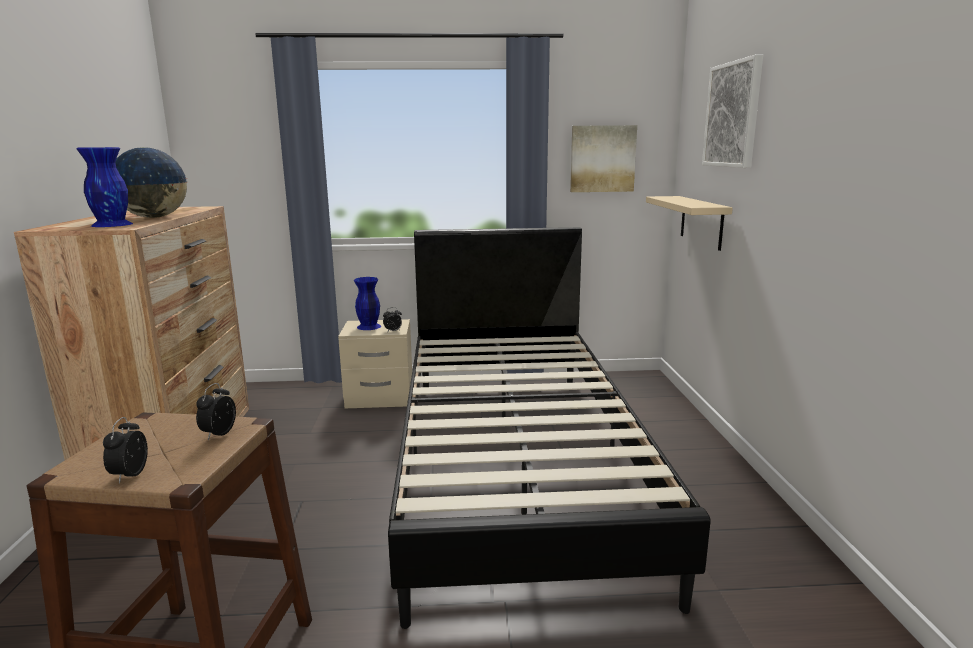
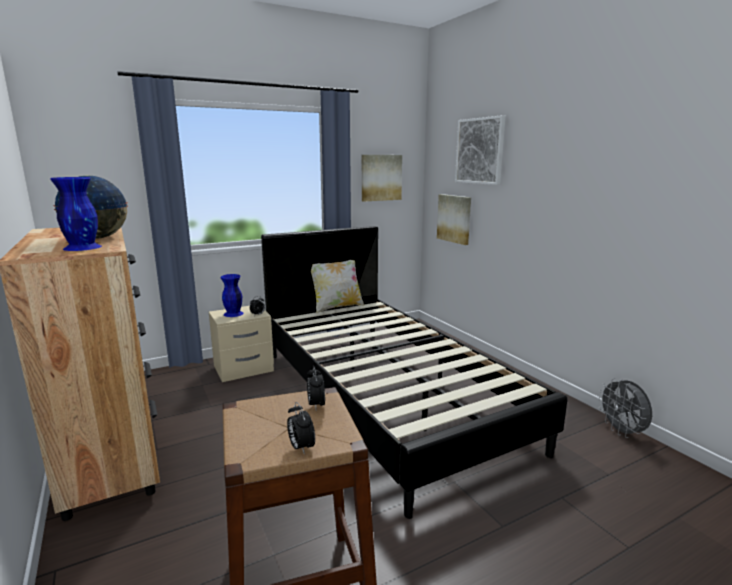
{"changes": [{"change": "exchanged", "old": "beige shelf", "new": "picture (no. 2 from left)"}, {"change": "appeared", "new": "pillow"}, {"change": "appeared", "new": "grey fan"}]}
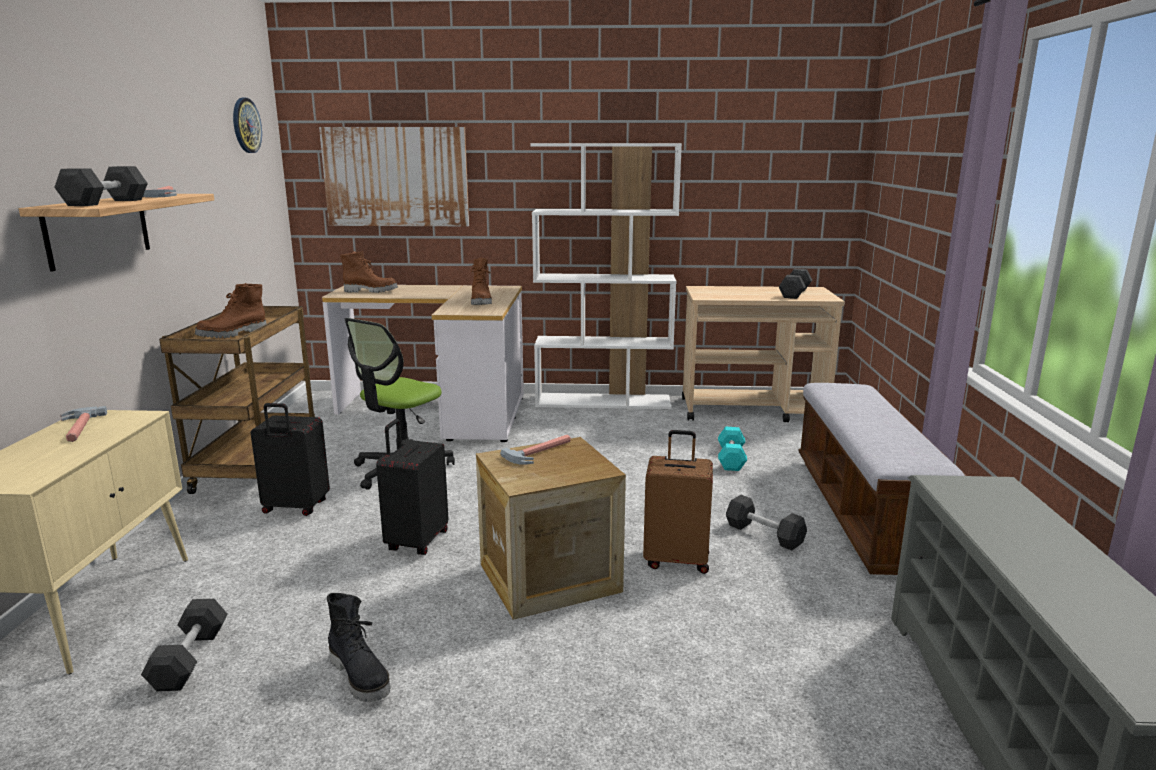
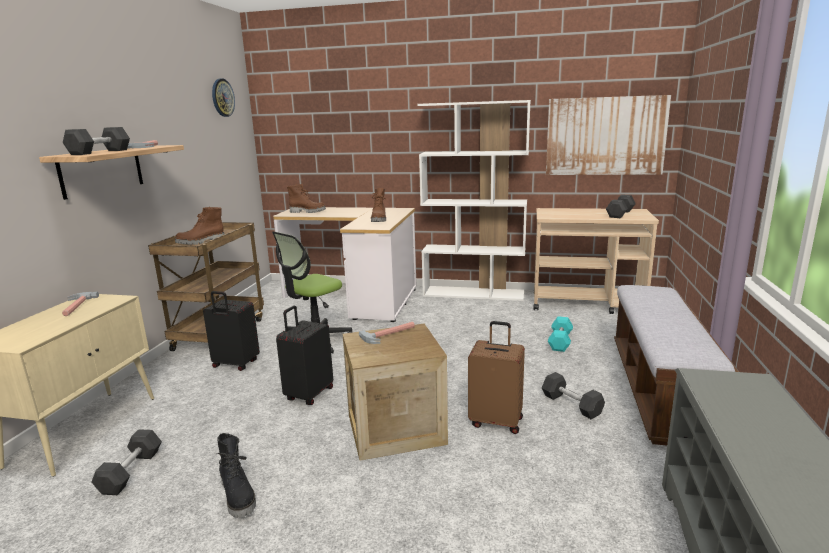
{"changes": [{"change": "relocated", "old": "picture"}]}
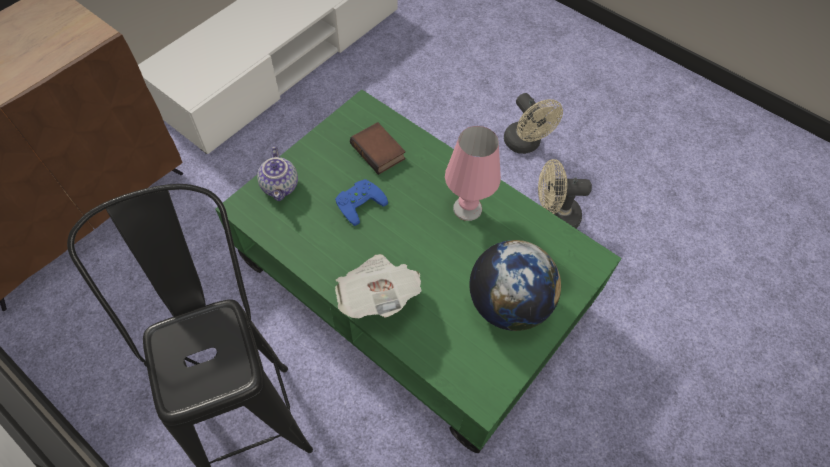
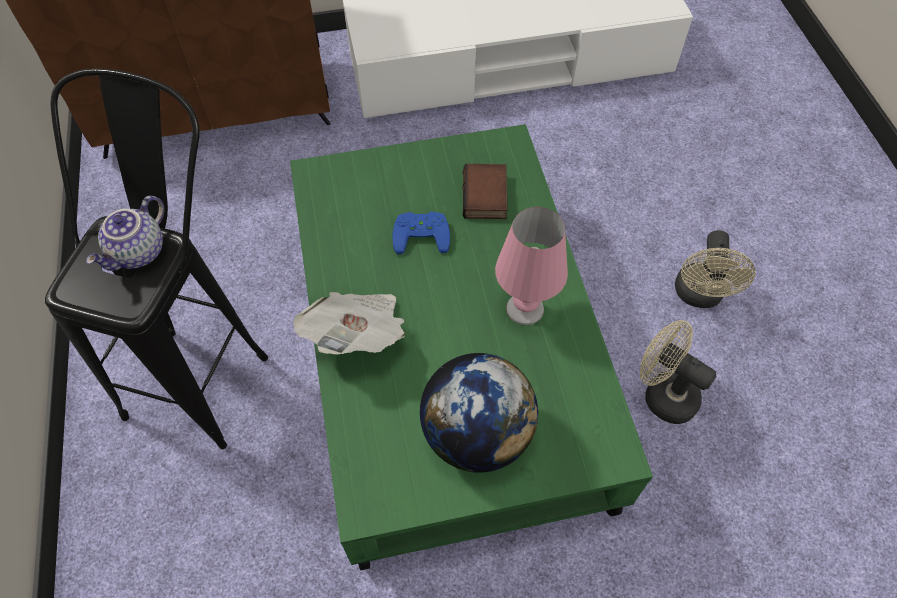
{"changes": [{"change": "relocated", "old": "teapot"}]}
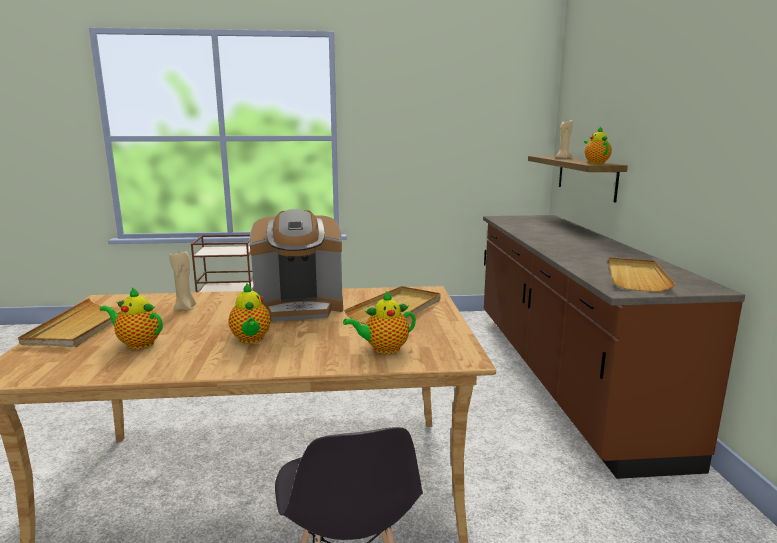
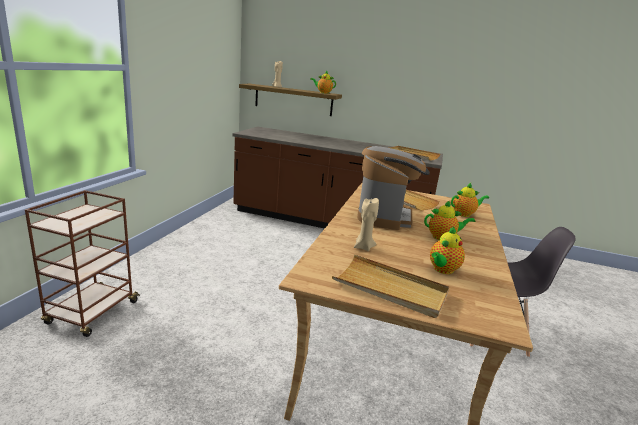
{"changes": [{"change": "spun", "old": "teapot (no. 3 from left in the first image)", "degrees": -105}]}
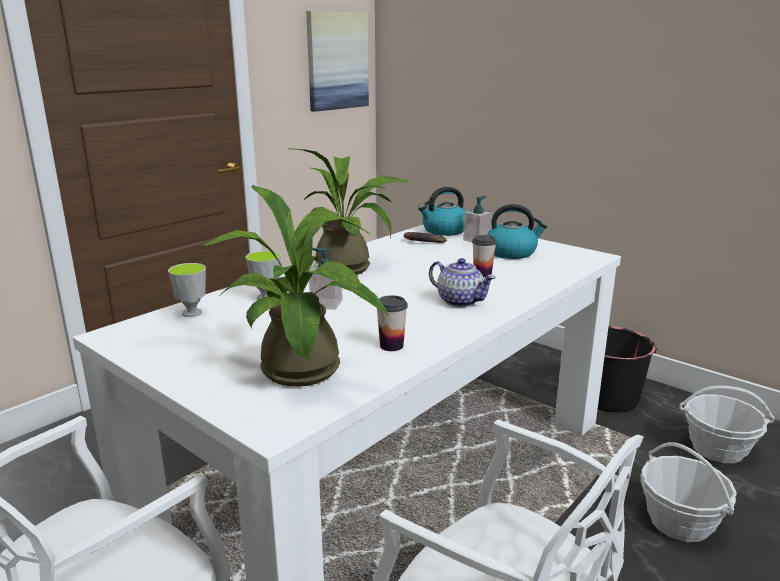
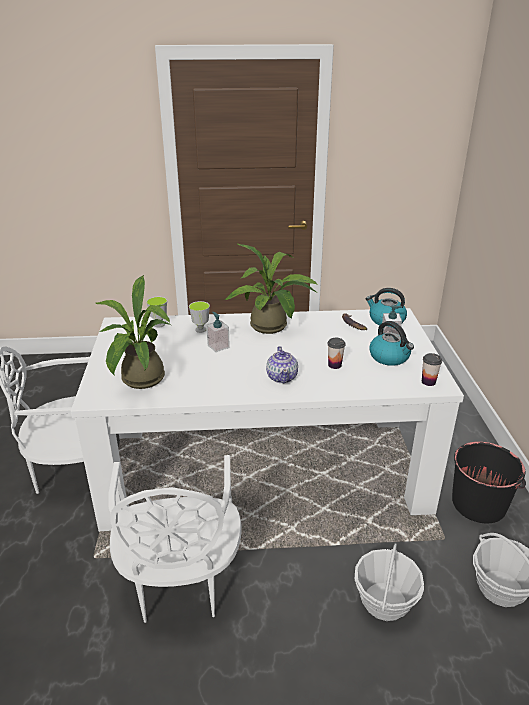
{"changes": [{"change": "missing", "old": "picture"}, {"change": "relocated", "old": "cup (no. 3 from left in the first image)", "new": "cup (no. 4 from left)"}]}
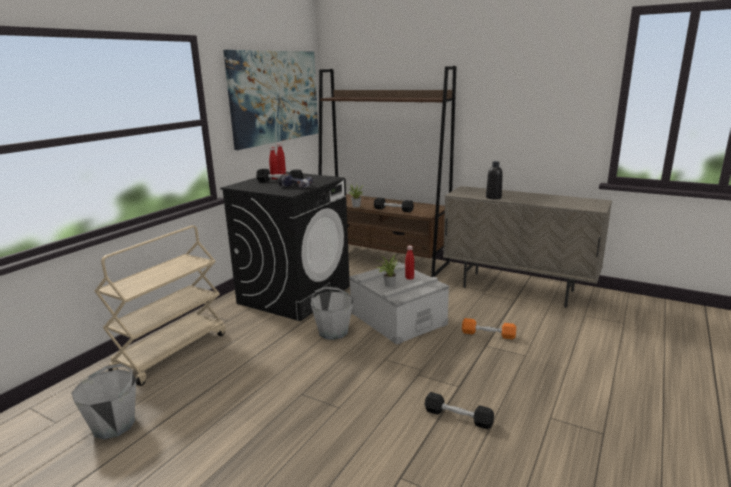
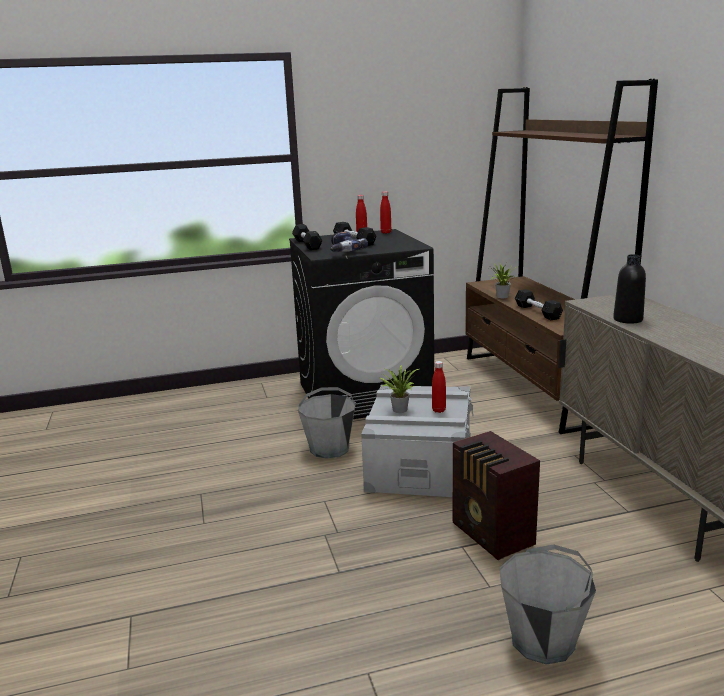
{"changes": [{"change": "missing", "old": "picture"}, {"change": "missing", "old": "beige cart"}, {"change": "exchanged", "old": "orange dumbbell", "new": "radio"}, {"change": "relocated", "old": "grey bucket (no. 1 from left in the first image)", "new": "grey bucket (no. 2 from left)"}, {"change": "relocated", "old": "black dumbbell (no. 3 from left in the first image)", "new": "black dumbbell (no. 1 from left)"}]}
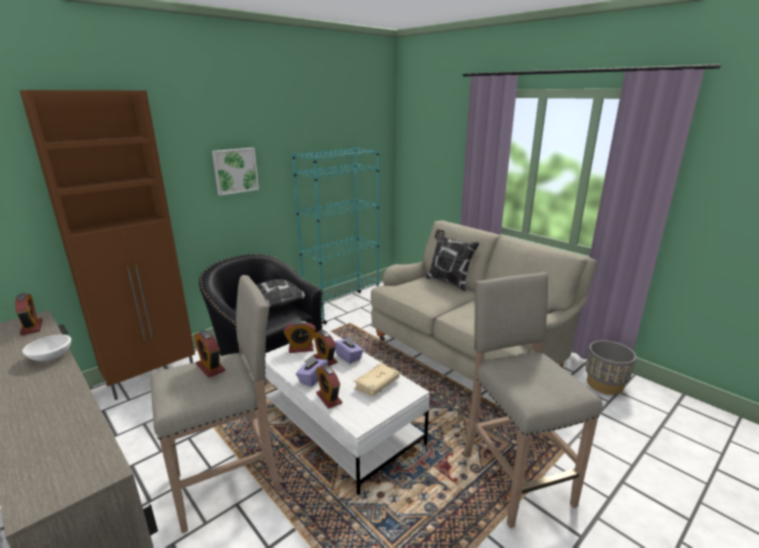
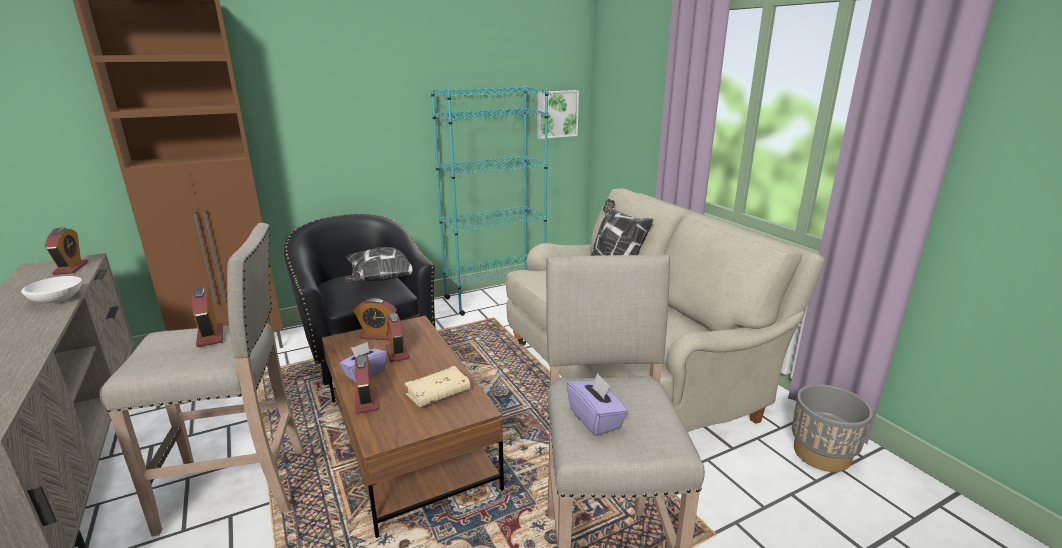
{"changes": [{"change": "relocated", "old": "picture"}, {"change": "colour", "old": "white coffee table", "new": "brown coffee table"}, {"change": "relocated", "old": "purple tissue box (no. 2 from left)"}]}
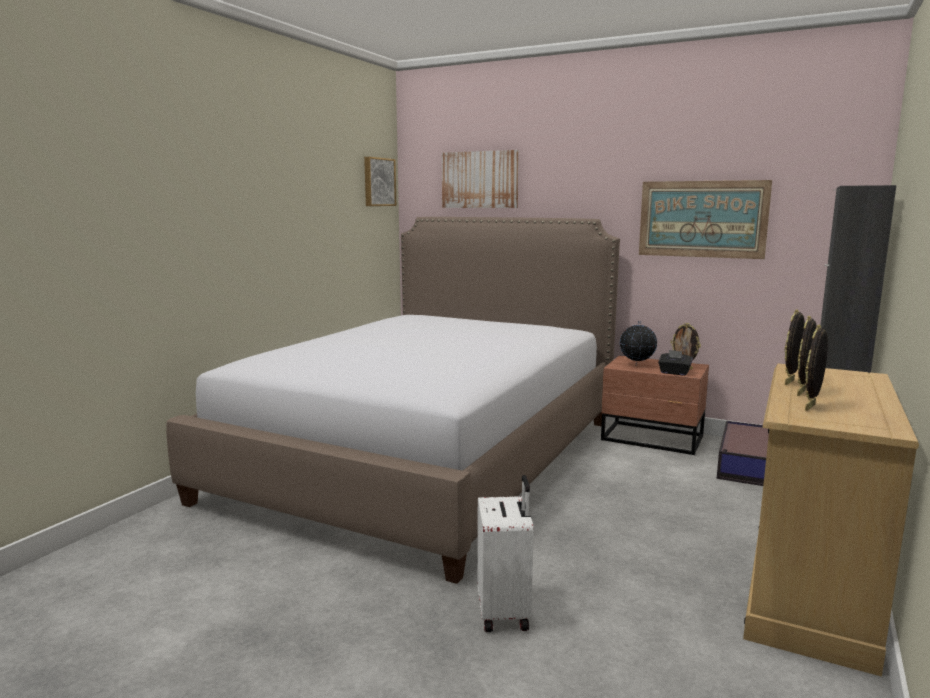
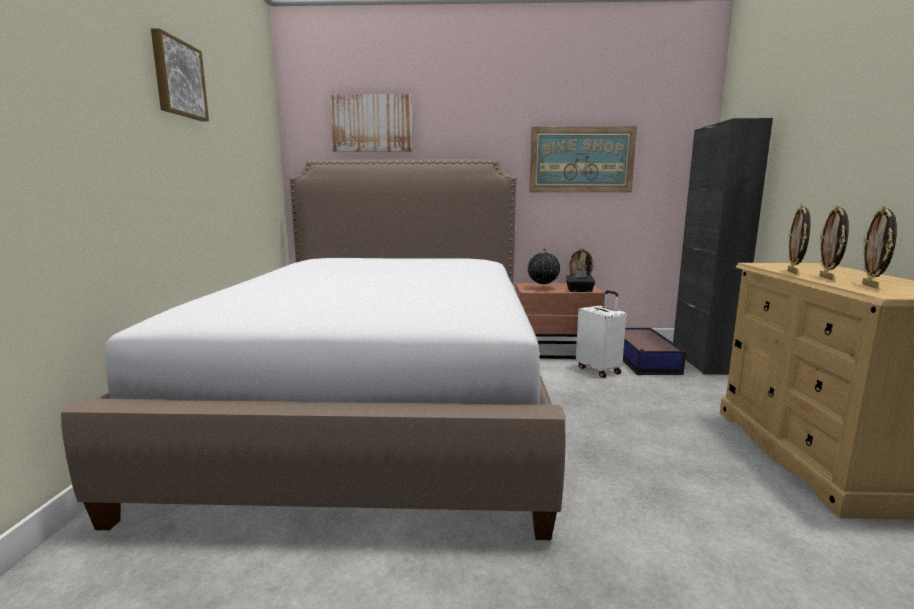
{"changes": [{"change": "relocated", "old": "picture (no. 1 from left)"}, {"change": "relocated", "old": "white suitcase"}]}
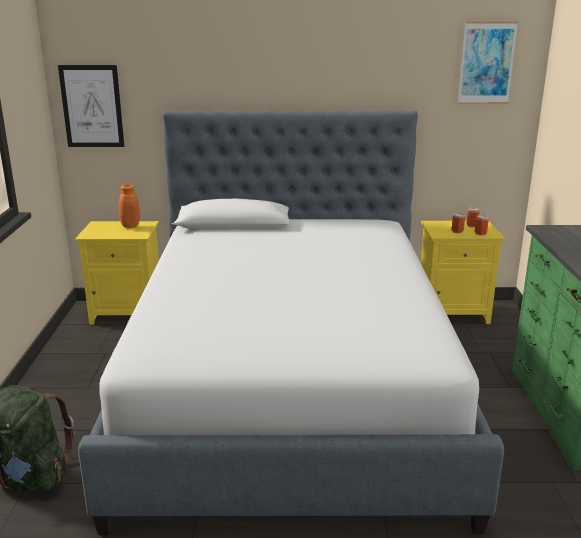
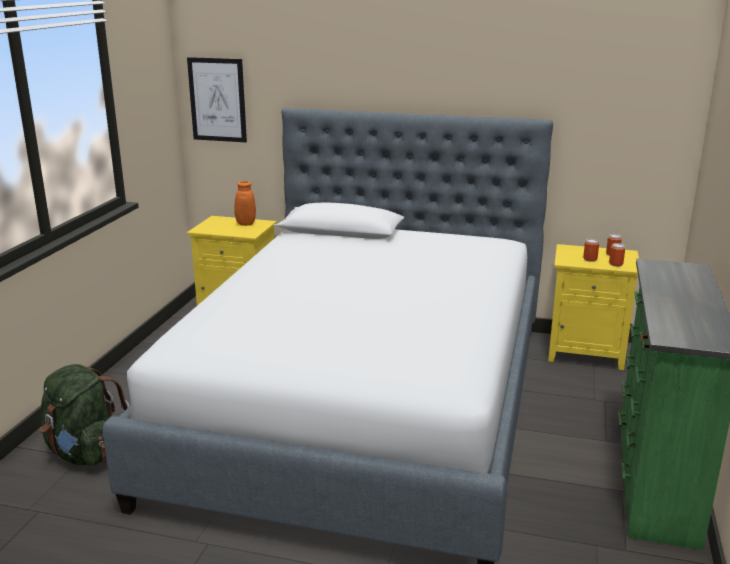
{"changes": [{"change": "missing", "old": "picture (no. 2 from left)"}]}
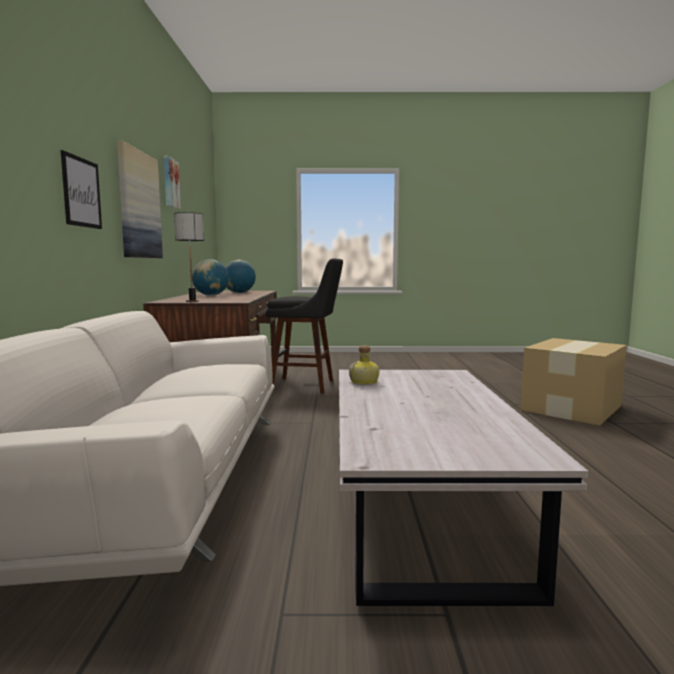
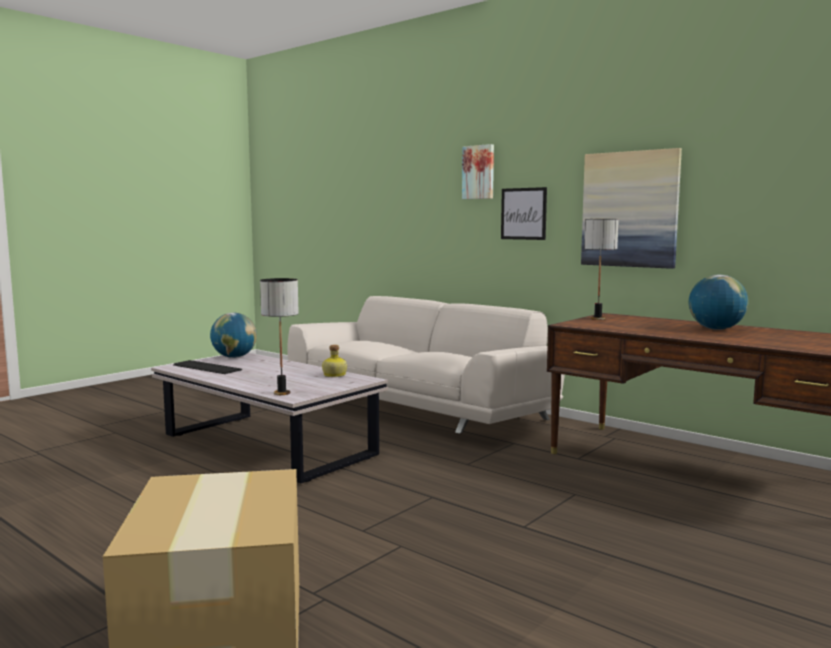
{"changes": [{"change": "relocated", "old": "picture (no. 3 from left in the first image)", "new": "picture (no. 1 from left)"}, {"change": "missing", "old": "black stool"}, {"change": "relocated", "old": "globe (no. 2 from left in the first image)", "new": "globe (no. 1 from left)"}, {"change": "appeared", "new": "table lamp (no. 1 from left)"}, {"change": "appeared", "new": "keyboard"}]}
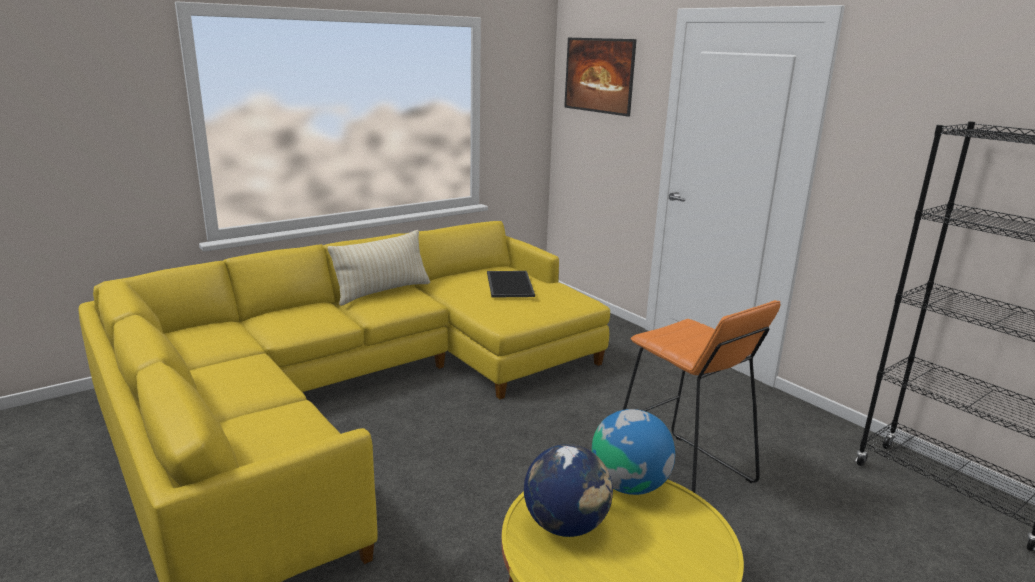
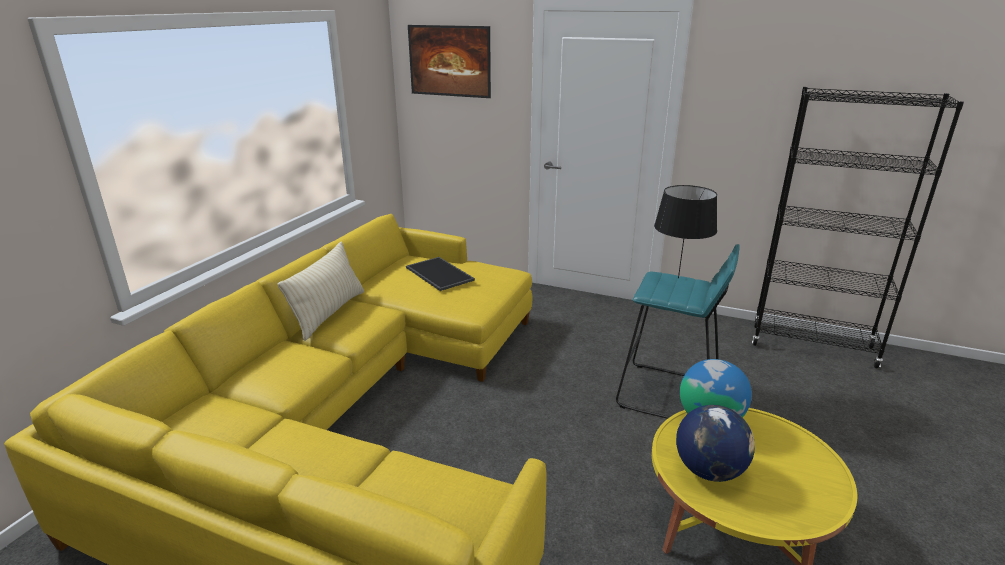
{"changes": [{"change": "colour", "old": "orange stool", "new": "turquoise stool"}, {"change": "appeared", "new": "black table lamp"}]}
